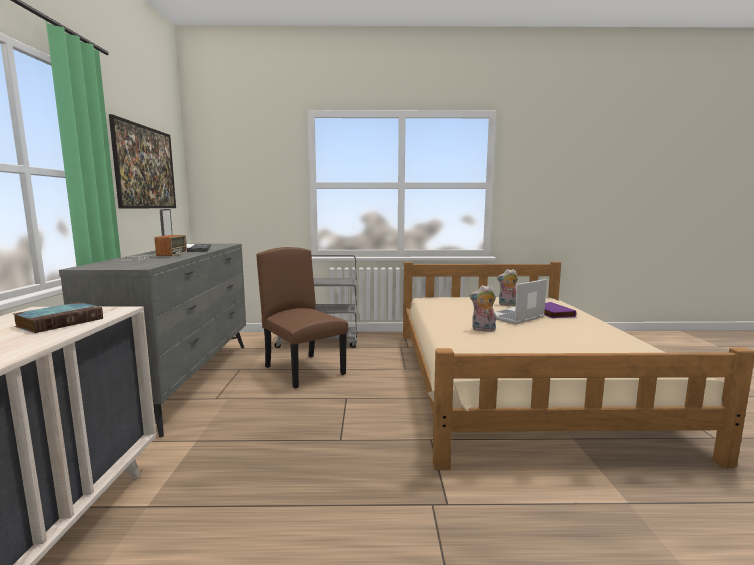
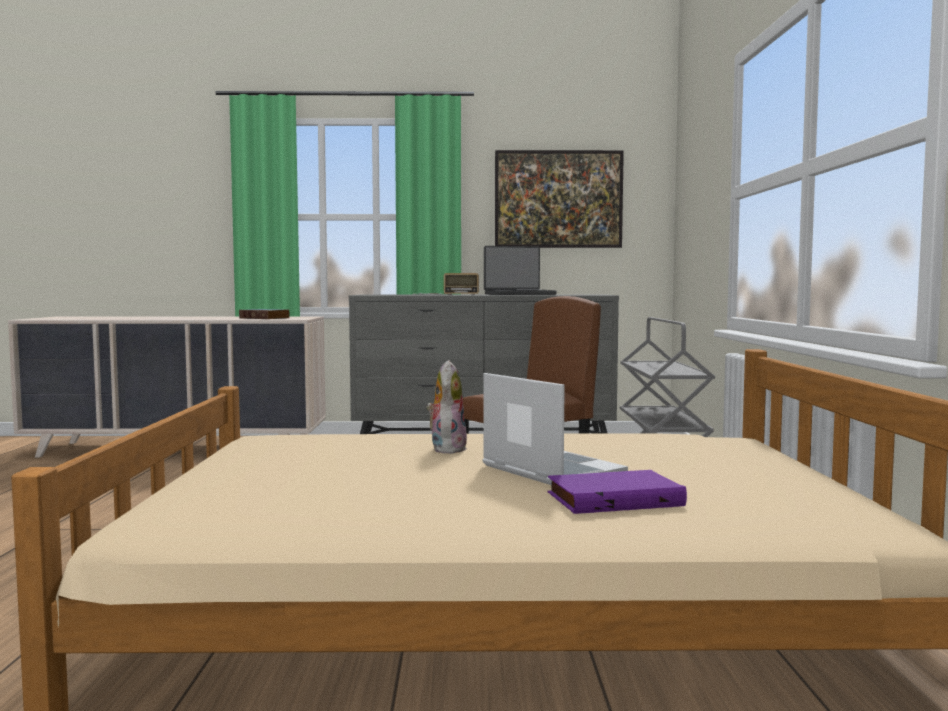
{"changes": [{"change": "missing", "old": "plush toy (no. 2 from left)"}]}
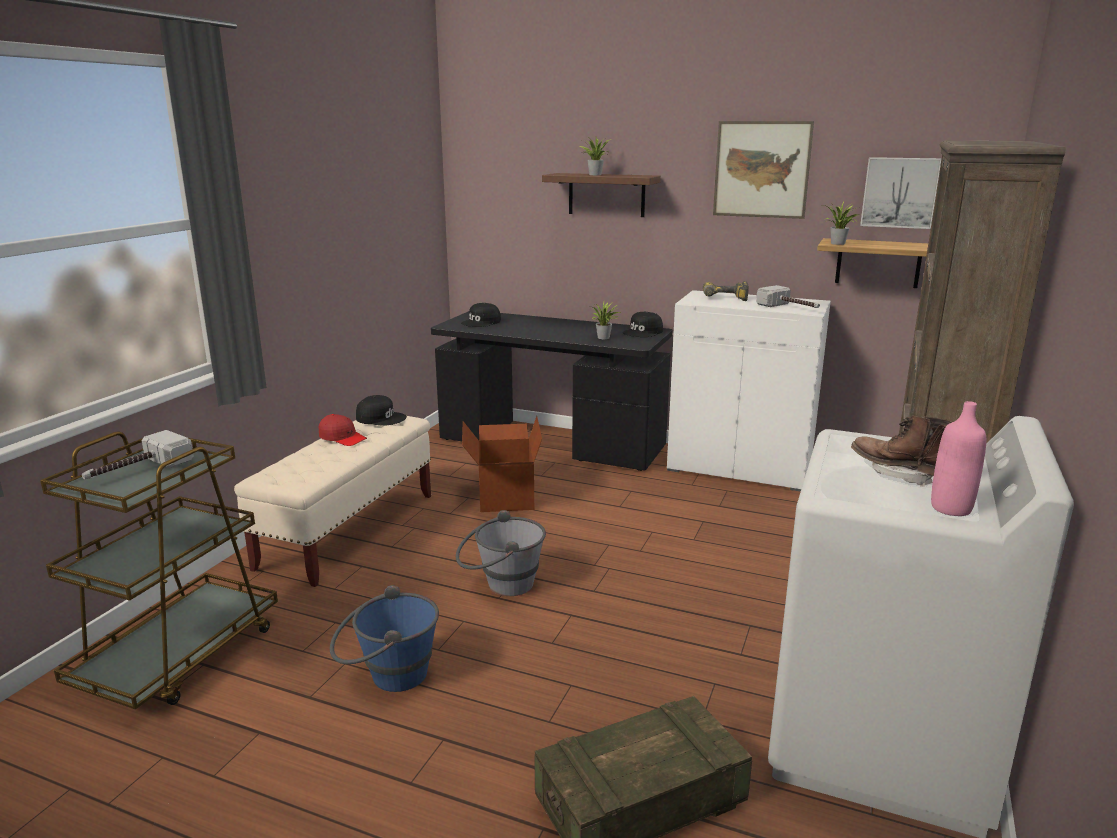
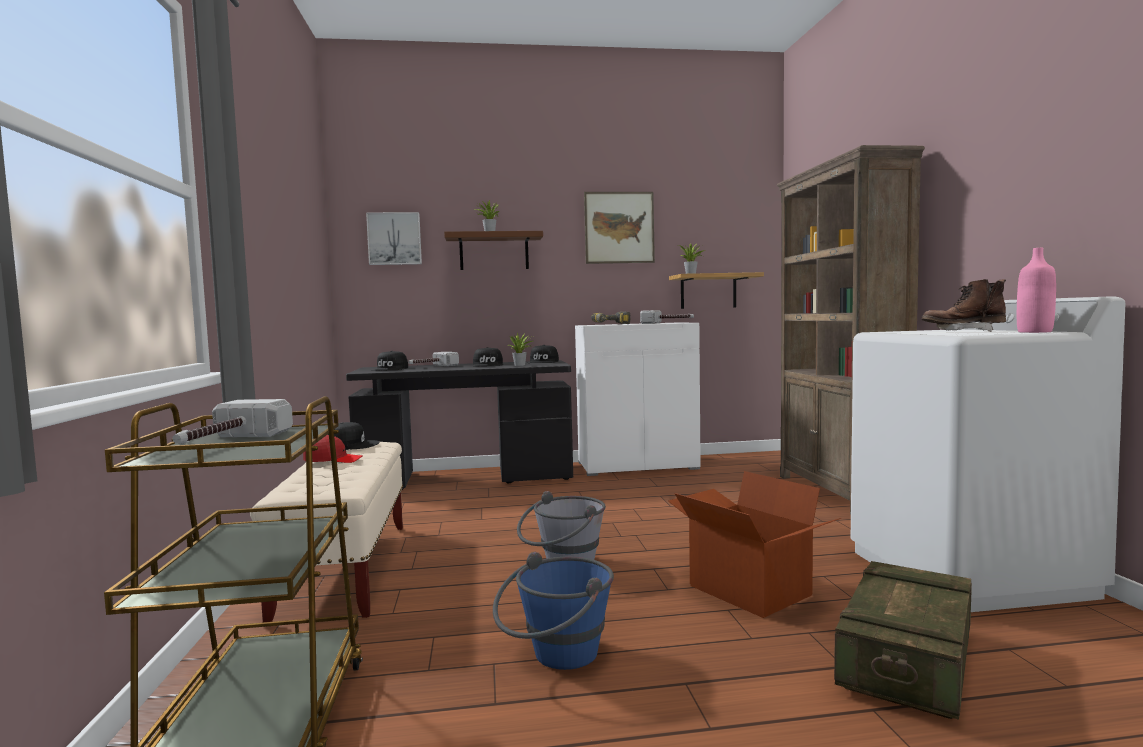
{"changes": [{"change": "relocated", "old": "picture (no. 2 from left in the first image)", "new": "picture (no. 1 from left)"}, {"change": "relocated", "old": "cardboard box"}, {"change": "appeared", "new": "black cap (no. 3 from left)"}, {"change": "appeared", "new": "hammer (no. 2 from left)"}]}
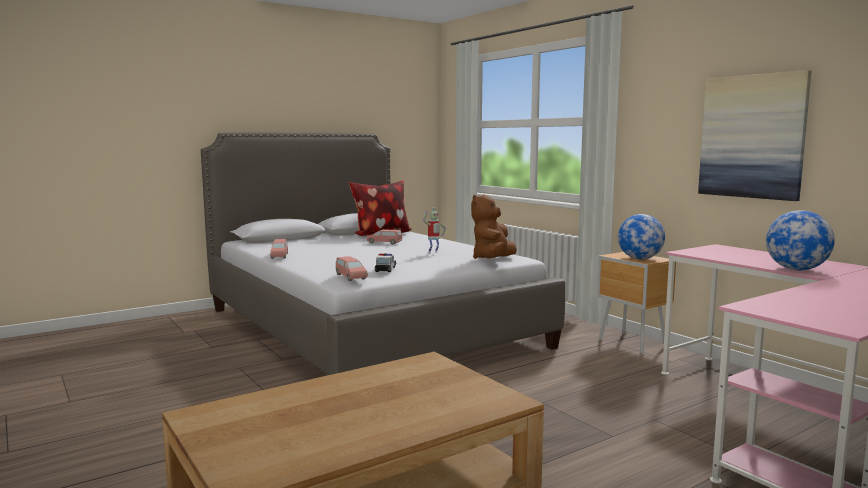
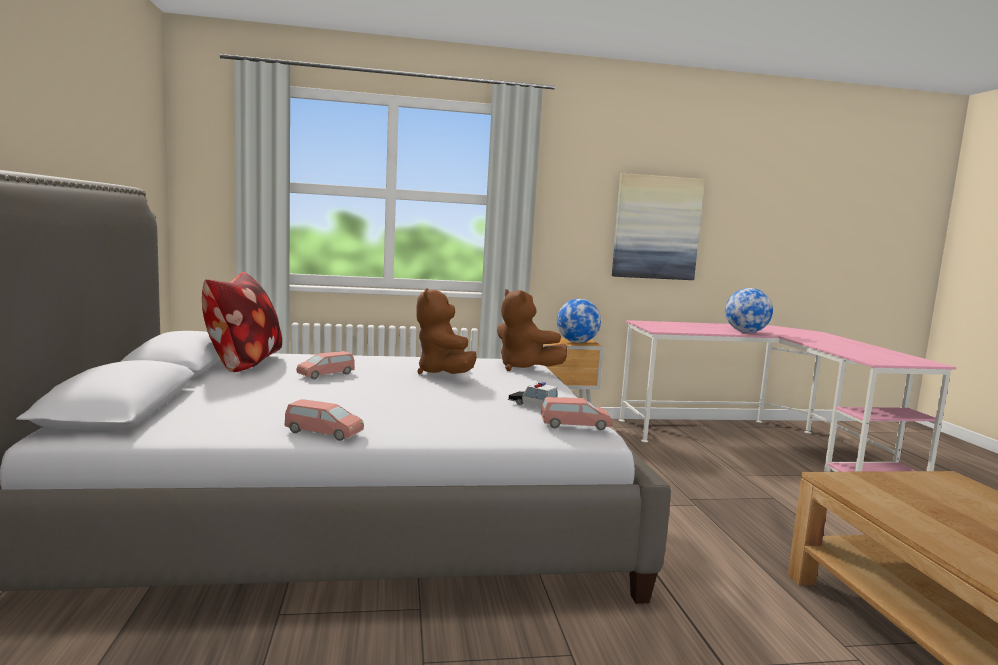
{"changes": [{"change": "exchanged", "old": "toy robot", "new": "brown plush toy (no. 1 from left)"}]}
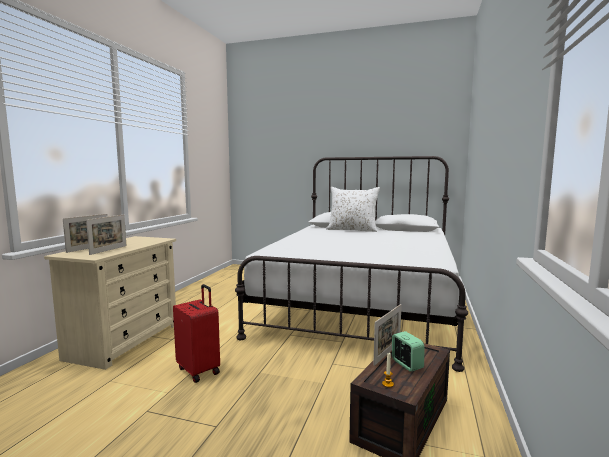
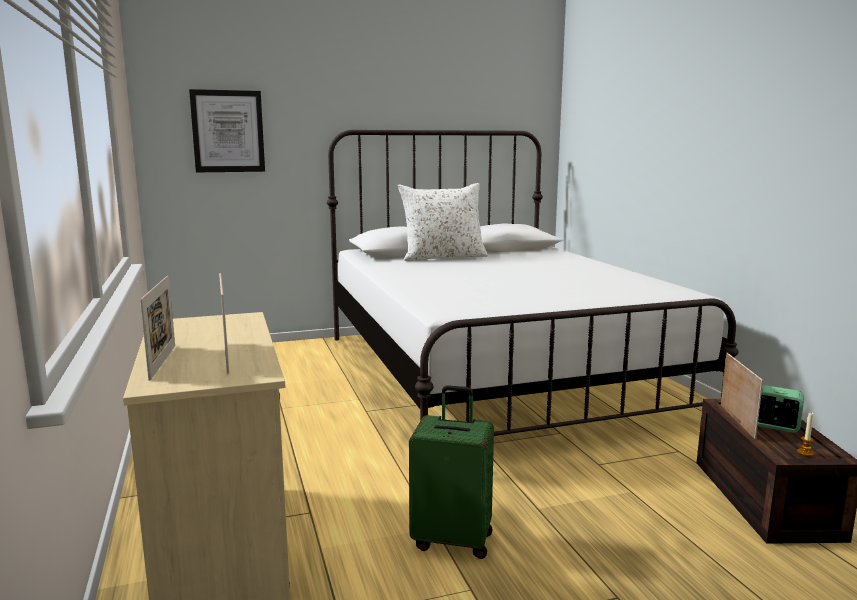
{"changes": [{"change": "colour", "old": "red suitcase", "new": "green suitcase"}, {"change": "appeared", "new": "picture"}]}
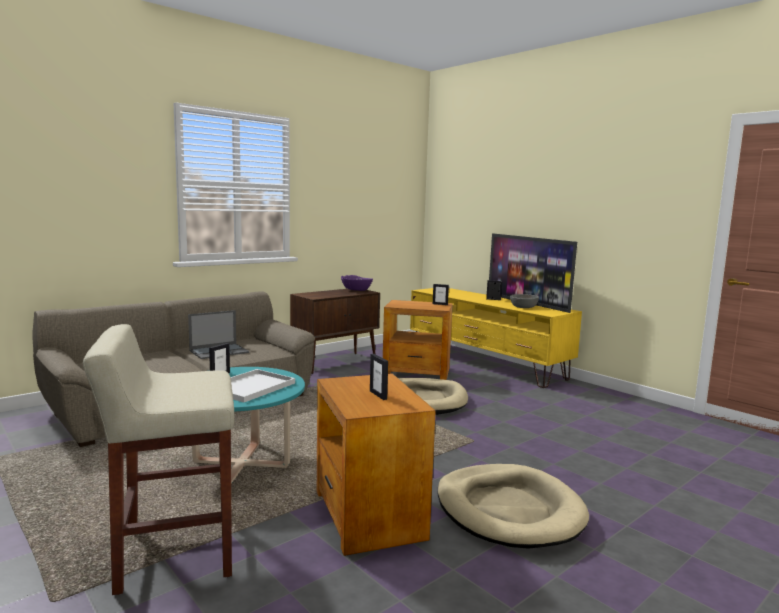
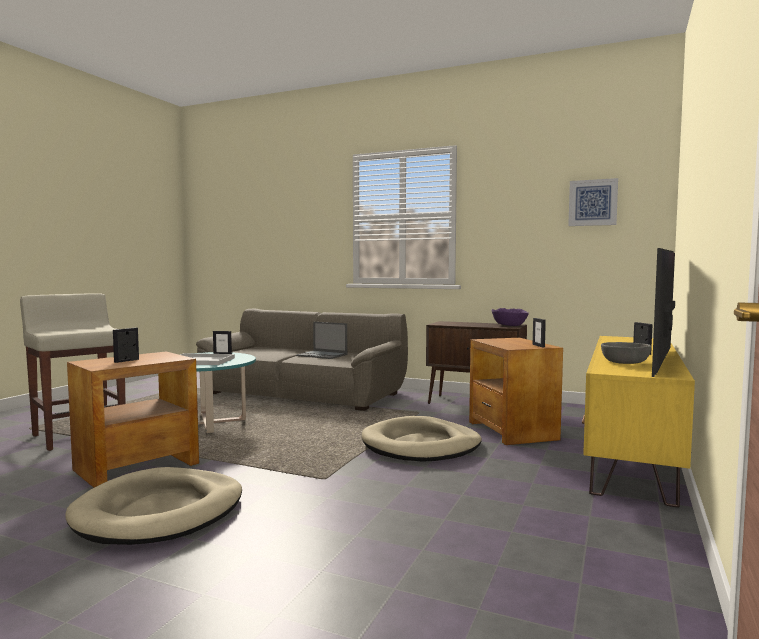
{"changes": [{"change": "appeared", "new": "picture"}]}
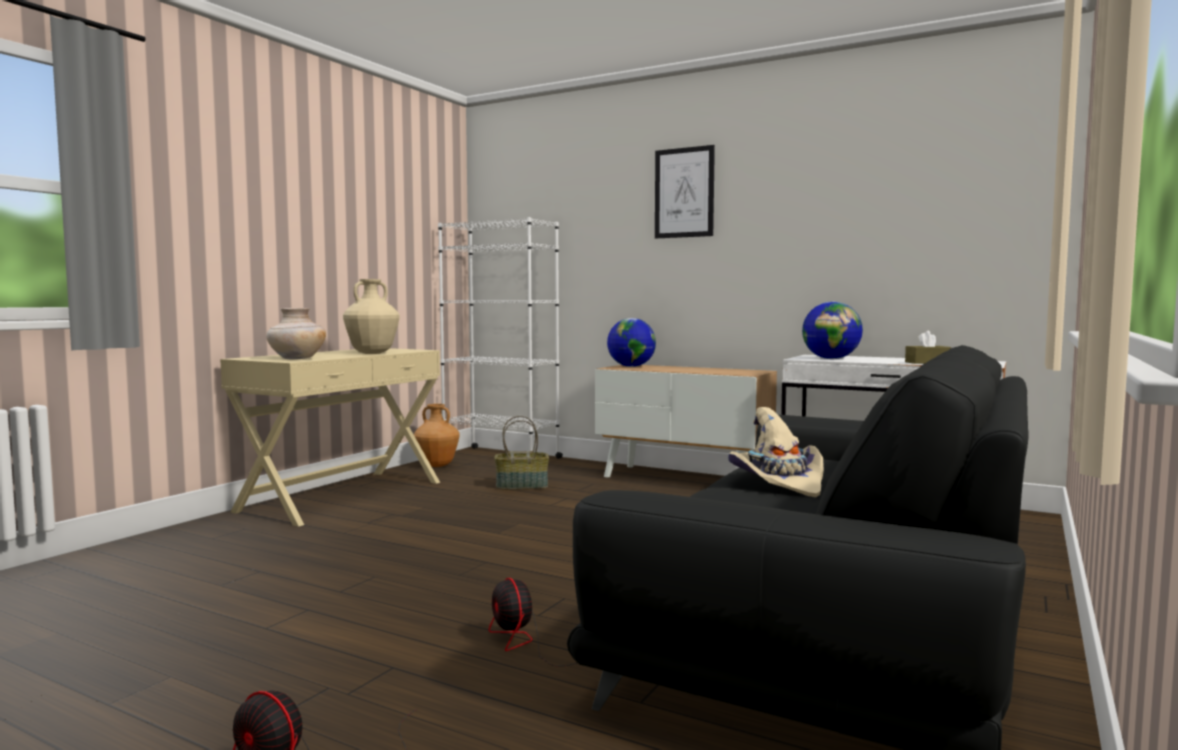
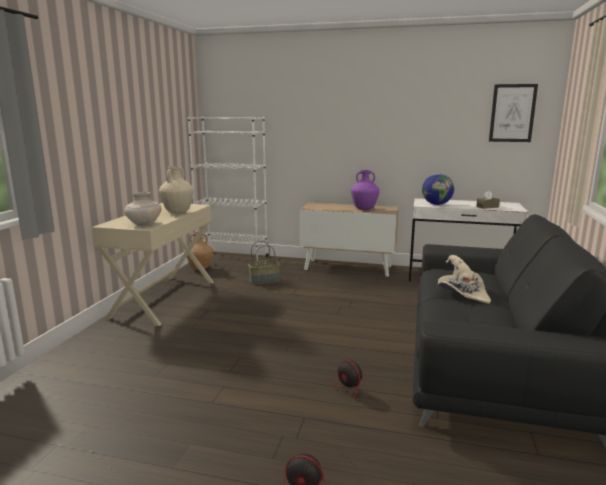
{"changes": [{"change": "relocated", "old": "picture"}, {"change": "missing", "old": "globe (no. 1 from left)"}, {"change": "appeared", "new": "purple vase"}]}
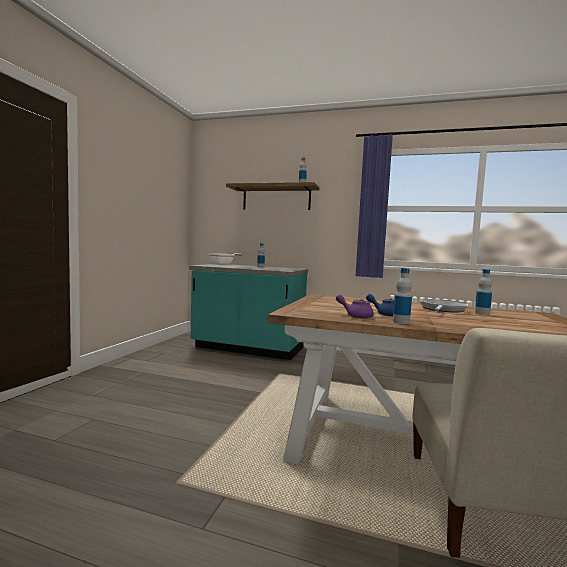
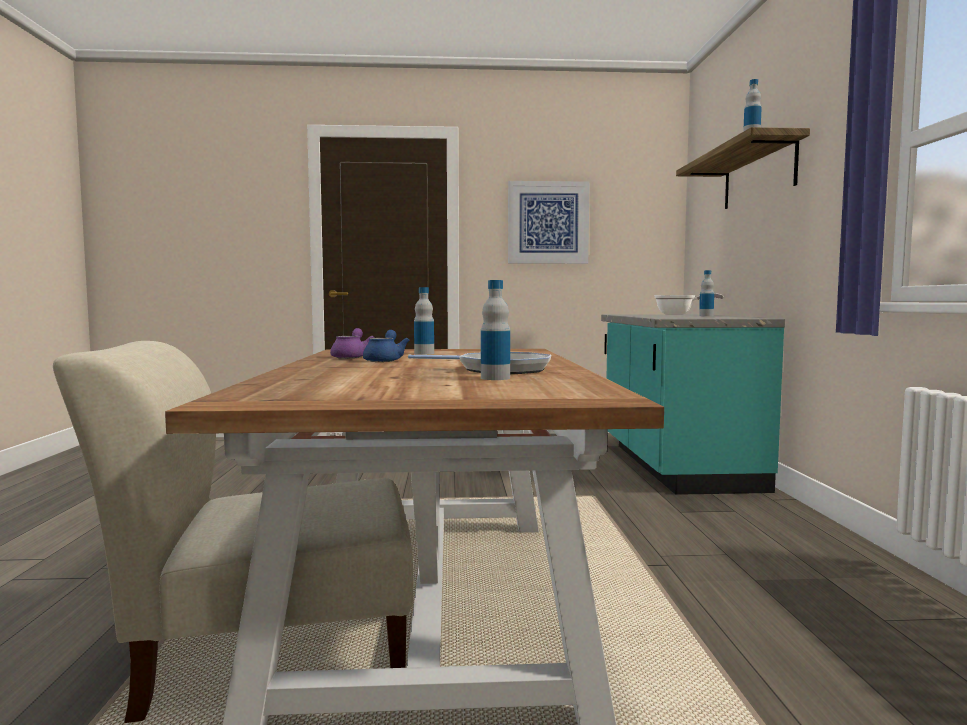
{"changes": [{"change": "relocated", "old": "bottle (no. 3 from left in the first image)", "new": "bottle (no. 1 from left)"}, {"change": "appeared", "new": "picture"}]}
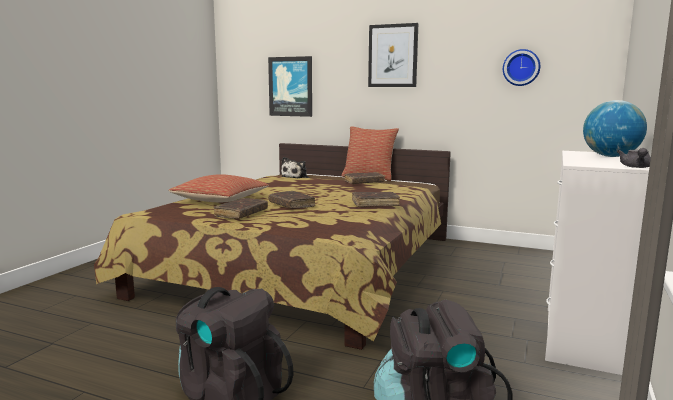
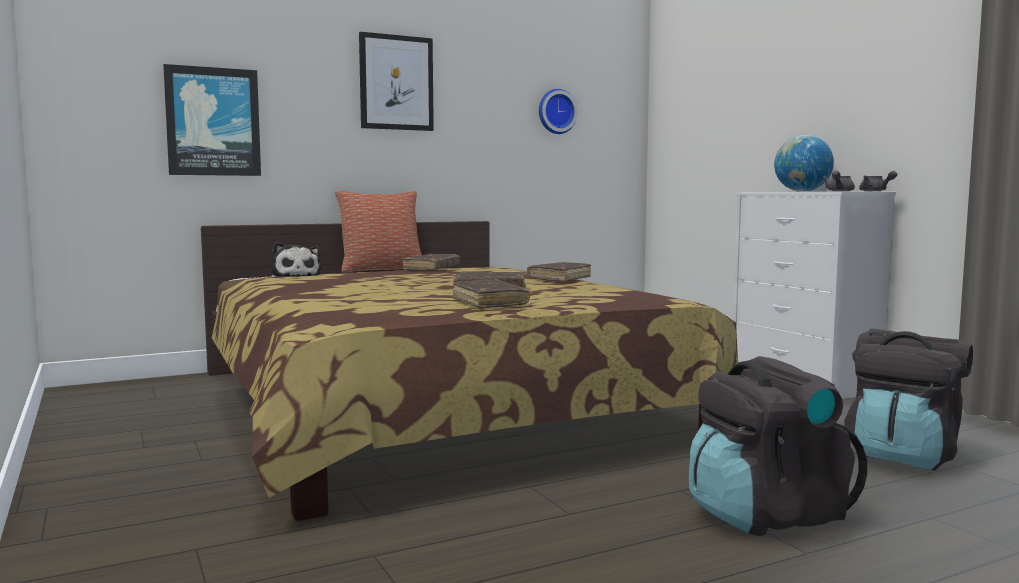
{"changes": [{"change": "missing", "old": "pillow (no. 1 from left)"}, {"change": "appeared", "new": "grey teapot (no. 1 from left)"}]}
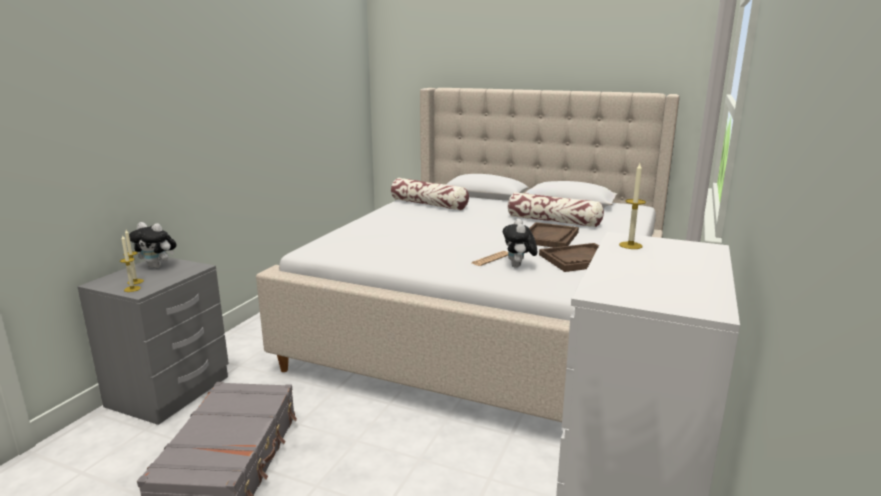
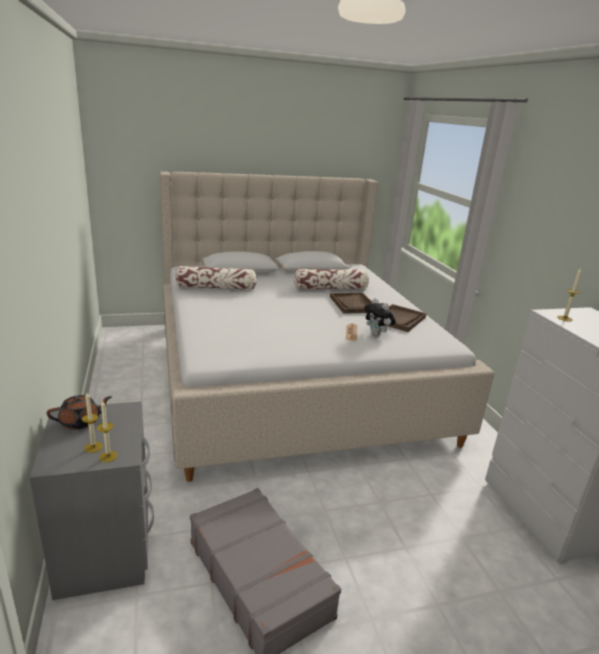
{"changes": [{"change": "exchanged", "old": "plush toy (no. 1 from left)", "new": "brown teapot"}]}
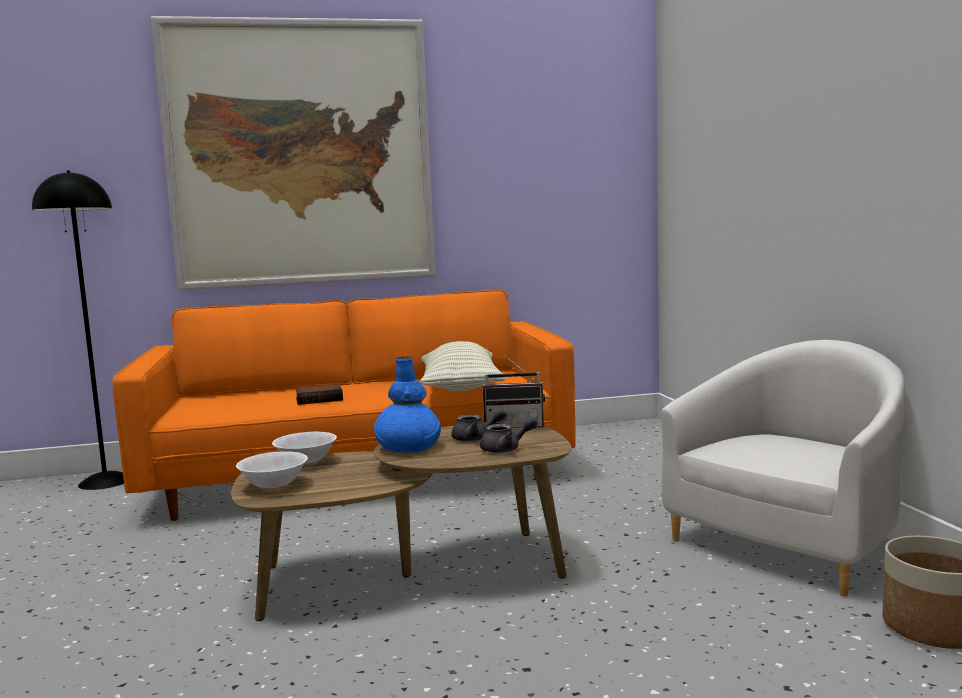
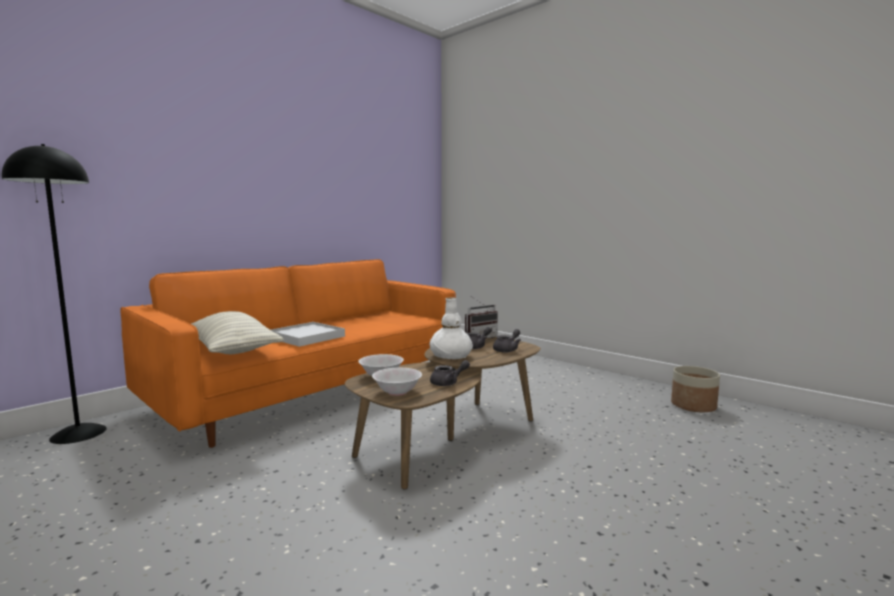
{"changes": [{"change": "missing", "old": "picture"}, {"change": "missing", "old": "white armchair"}, {"change": "relocated", "old": "pillow"}, {"change": "colour", "old": "blue vase", "new": "white vase"}, {"change": "exchanged", "old": "book", "new": "white tray"}, {"change": "appeared", "new": "grey teapot (no. 1 from left)"}]}
